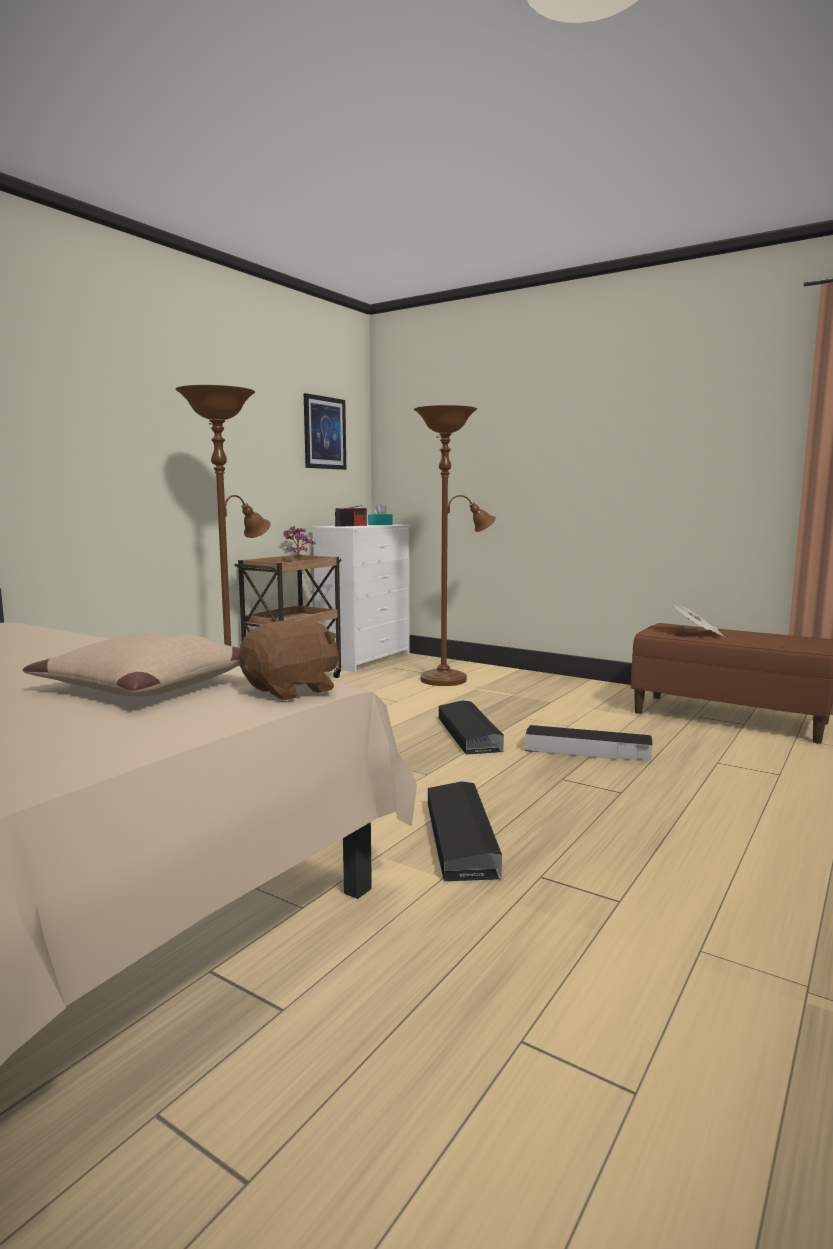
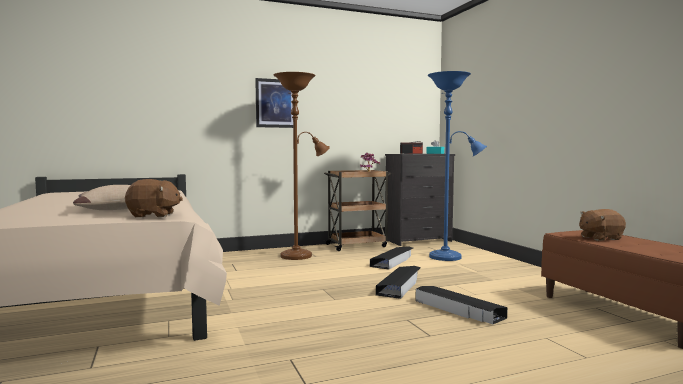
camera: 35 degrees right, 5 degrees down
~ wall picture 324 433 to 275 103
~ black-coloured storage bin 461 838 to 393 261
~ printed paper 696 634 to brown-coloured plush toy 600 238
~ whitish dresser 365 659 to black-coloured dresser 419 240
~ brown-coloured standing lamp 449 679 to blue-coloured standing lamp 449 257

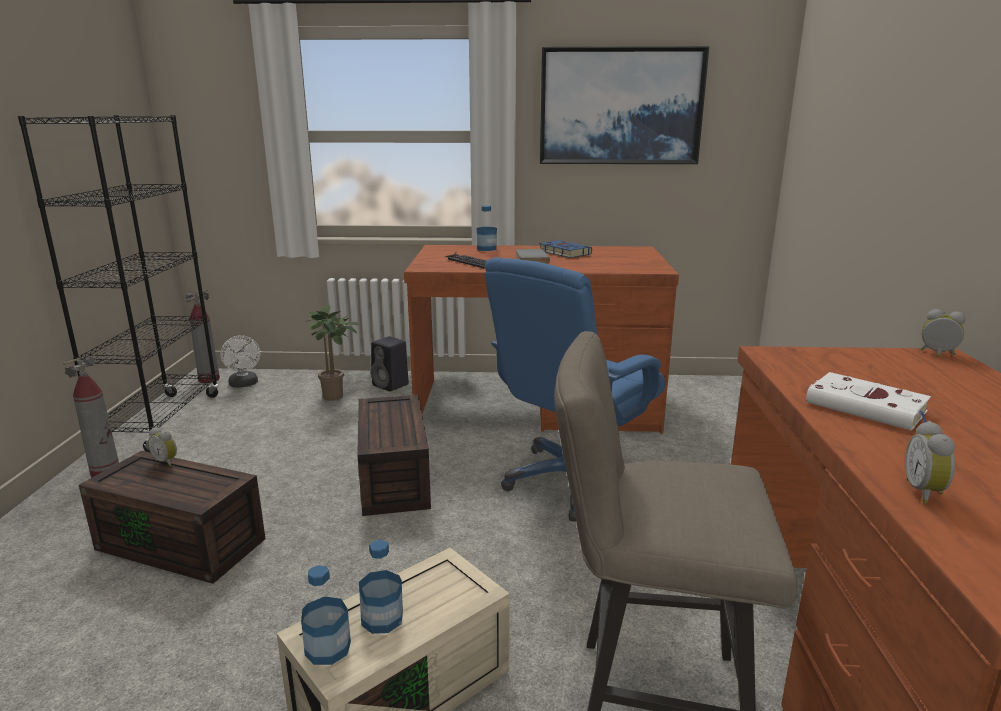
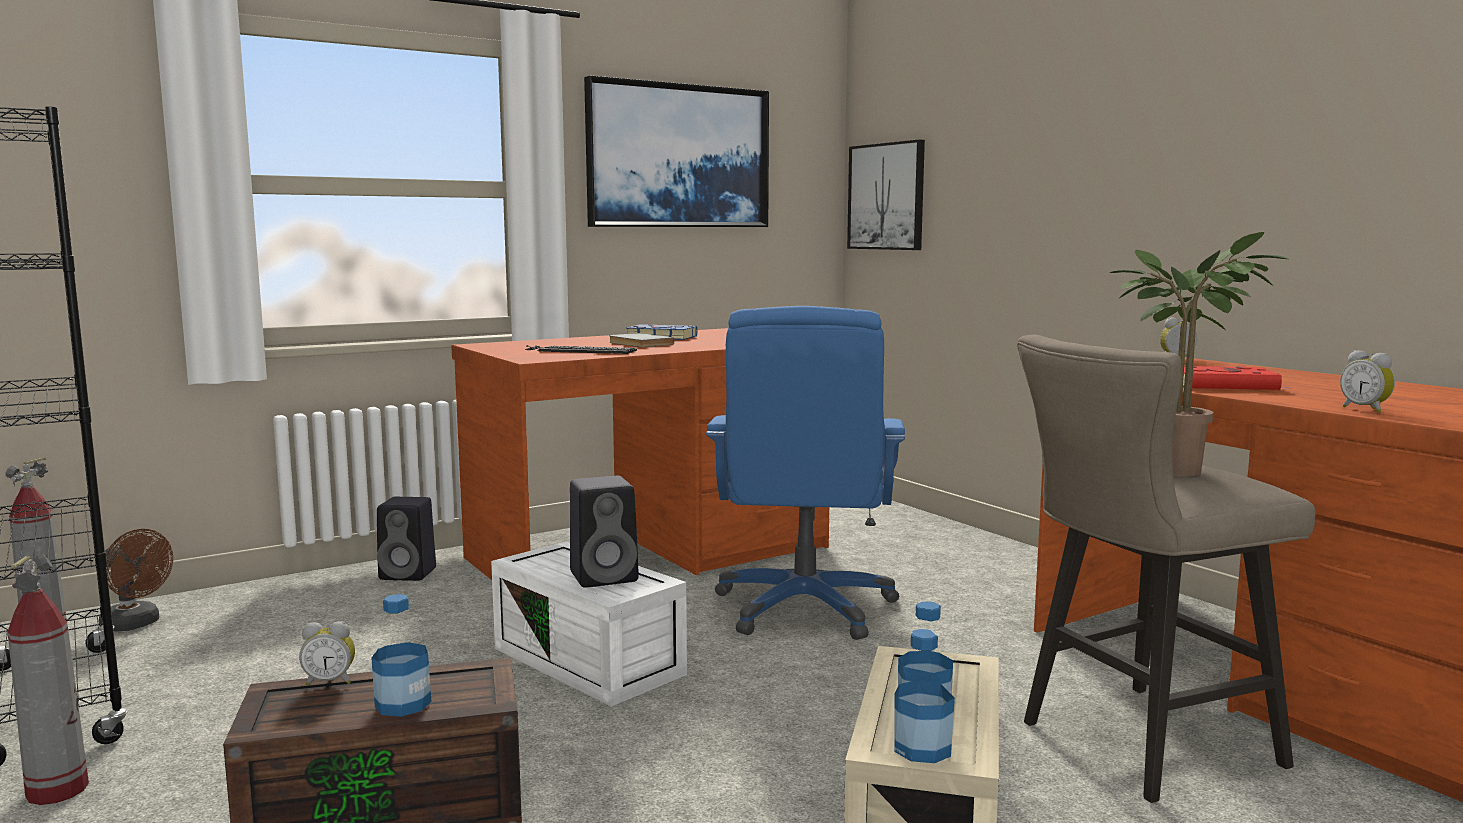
camera: 35 degrees left, 10 degrees down
+ black-coloured speaker 606 576
+ wall picture 887 196
~ plant in a pot 336 397 to 1183 470
~ bottle 486 249 to 403 704
~ whitish cooling fan 244 384 to brown-coloured cooling fan 136 624
~ brown-coloured storage bin 396 479 to whitish storage bin 592 661
~ whitish volume 869 408 to reddish volume 1226 385

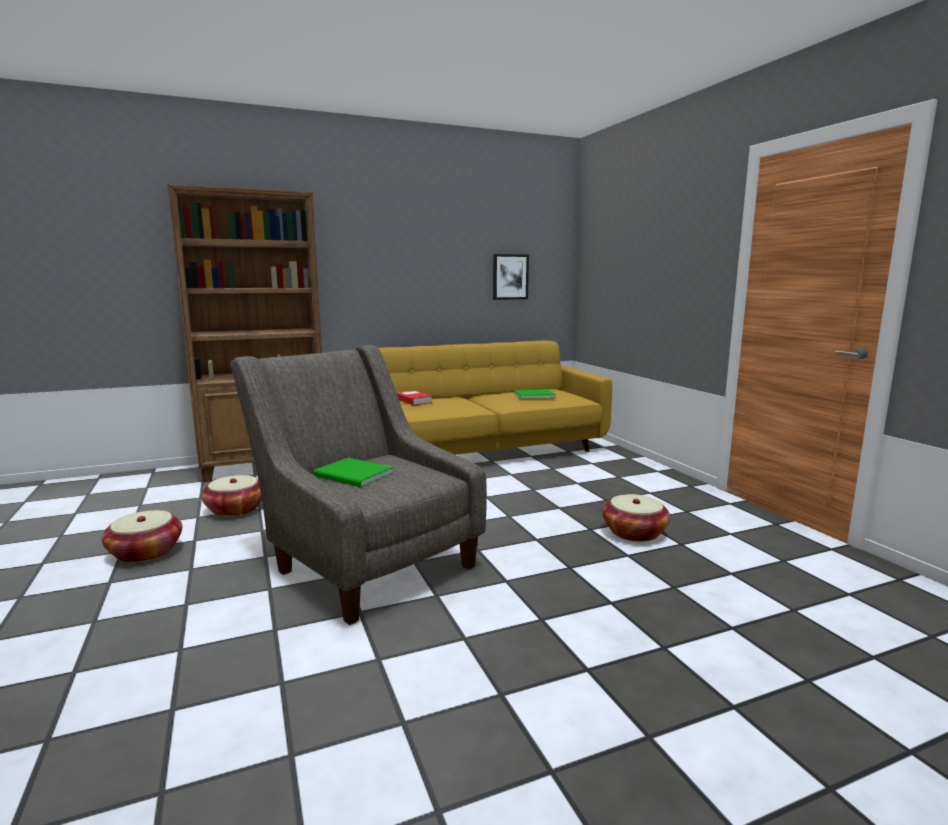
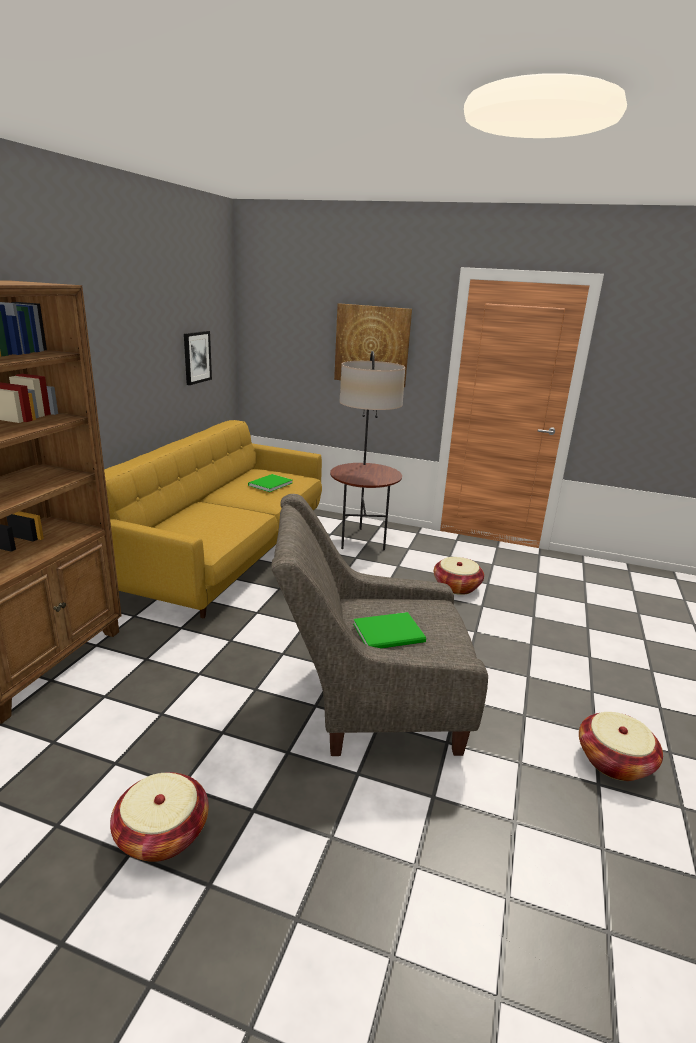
camera: 50 degrees left, 10 degrees up
- volume 414 401
+ standing lamp 362 540
+ wall picture 372 345
~ storage basket 235 509 to 614 761

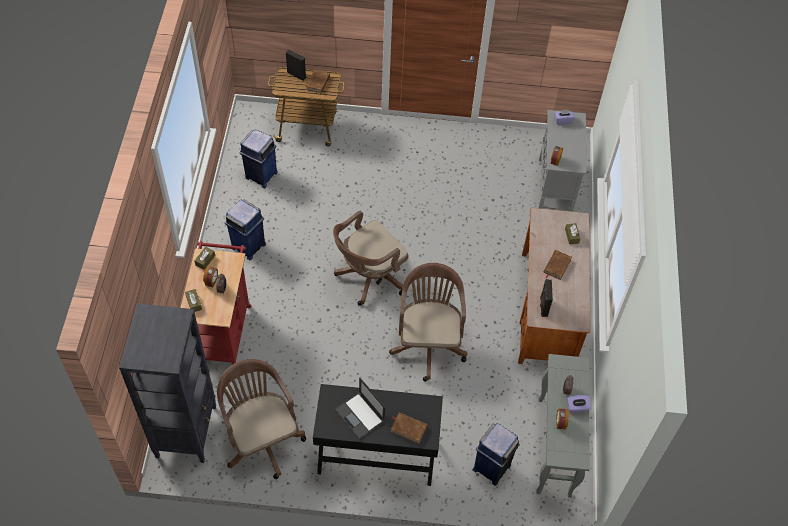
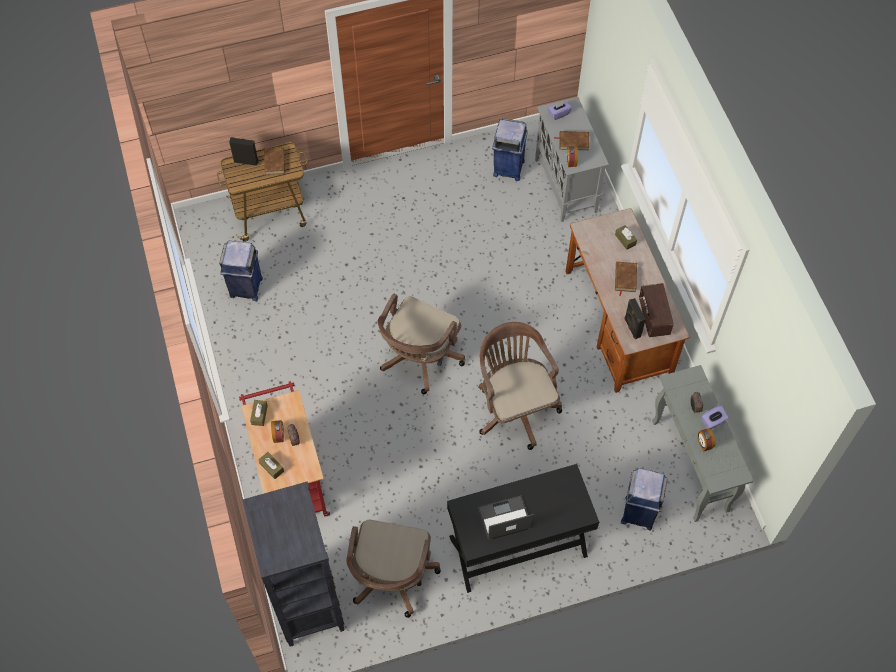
camera: 20 degrees left, 5 degrees up
+ radio set 654 317
~ blue-coloured rubbish bin 248 246 to 508 168
~ brown-coloured volume 408 428 to 573 141
~ brown-coloured office chair 261 438 = 391 579 120 degrees counterclockwise
~ notebook computer 360 416 = 504 518 135 degrees clockwise

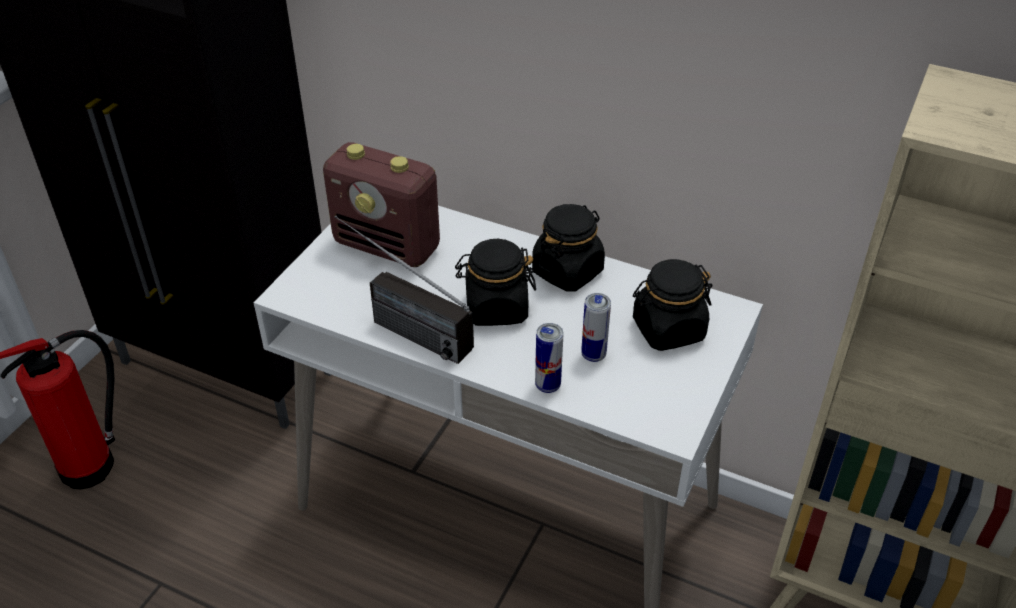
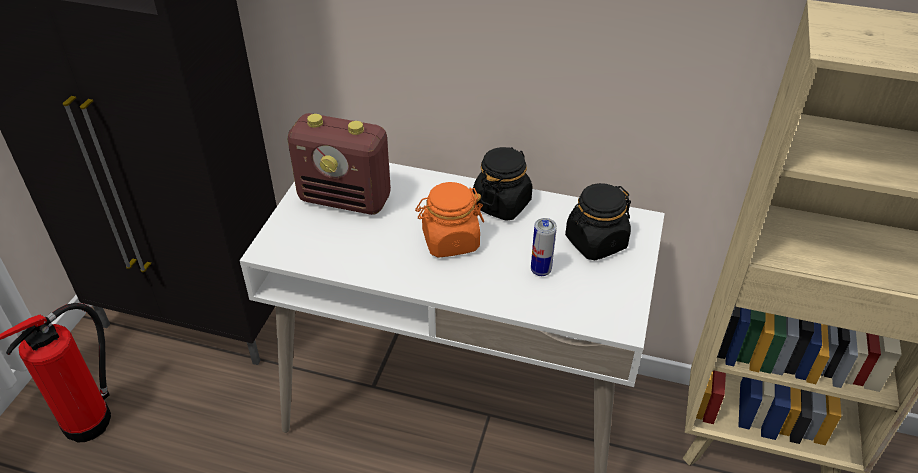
camera: 10 degrees left, 0 degrees up
- radio set 398 326
- sealed can 547 385
~ black-coloured preserve jar 496 308 to orange preserve jar 450 241

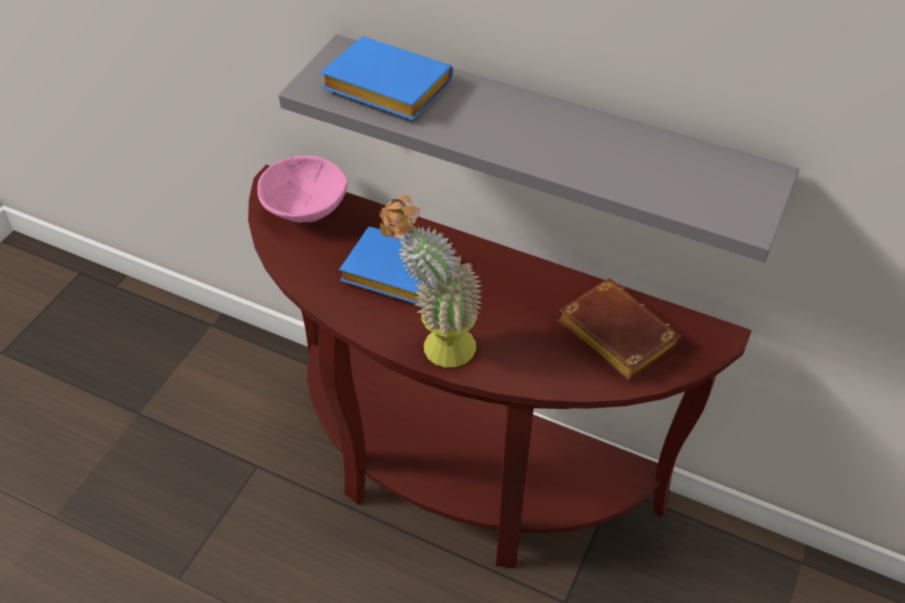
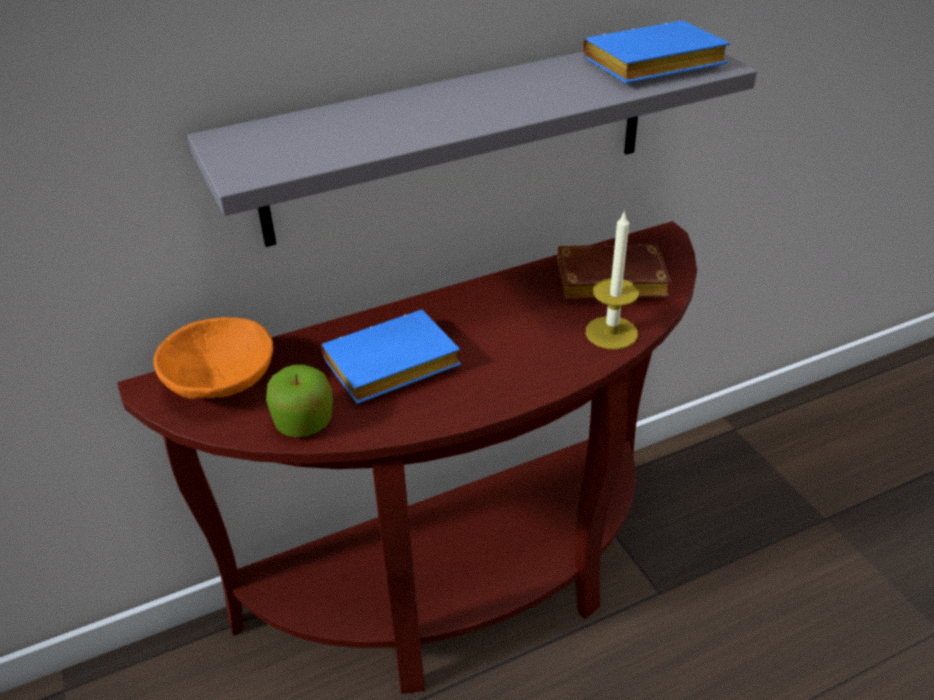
camera: 50 degrees left, 10 degrees down
- plant in a pot 435 345
+ apple 304 422
+ candle 611 333
~ blue-coloured volume 383 88 to 652 66
~ pinkish serving bowl 304 209 to orange serving bowl 222 385

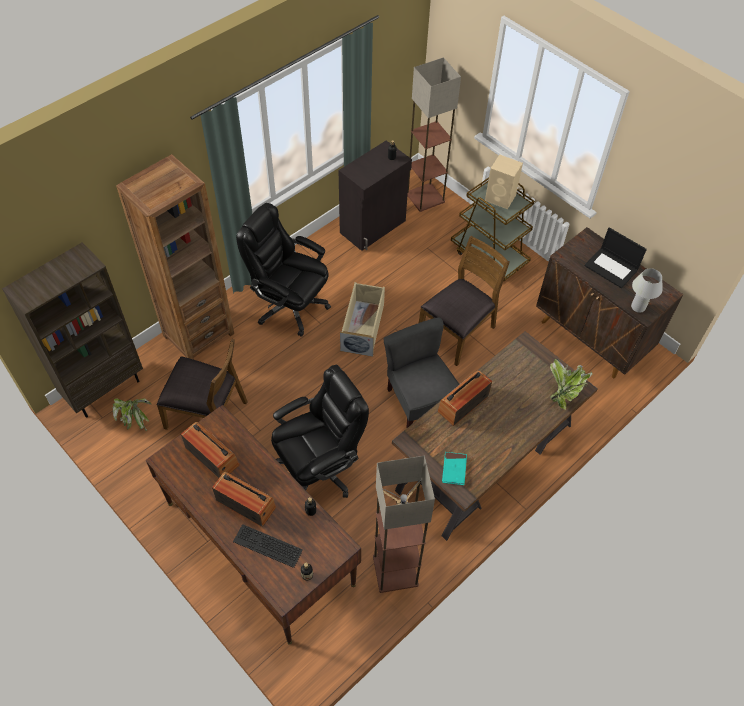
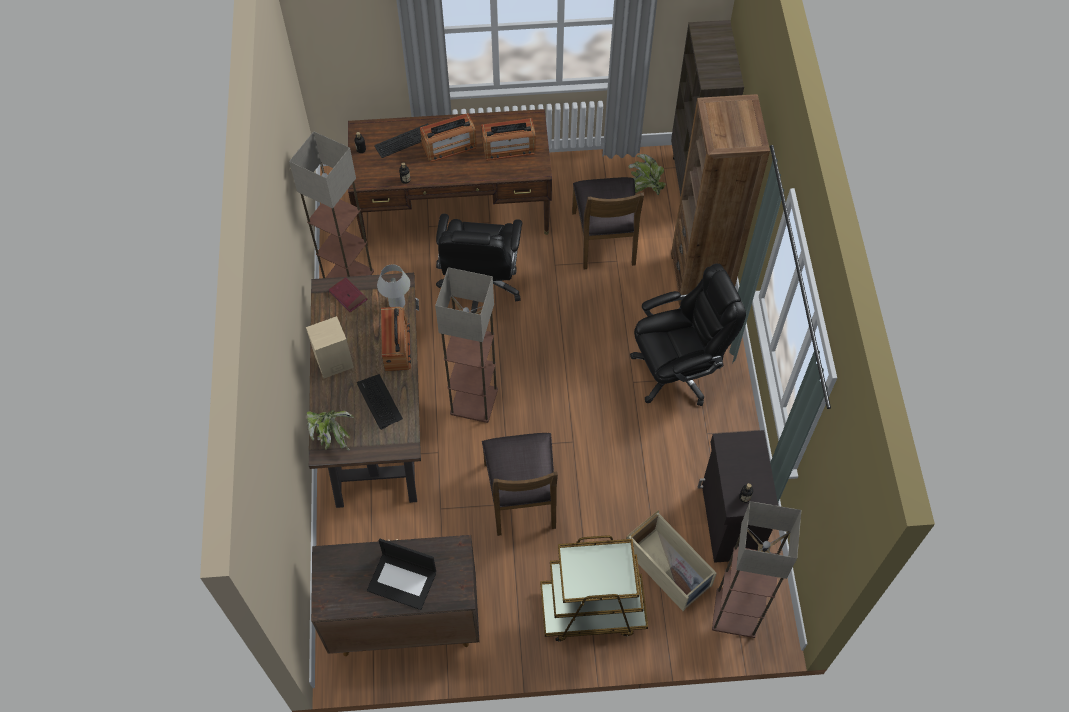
camera: 130 degrees right, 5 degrees up
+ computer keyboard 379 401
~ beige-coloured storage bin 363 327 to 668 568
~ beige-coloured speaker 501 198 to 333 362
~ whitish lamp for a table 638 307 to 397 303
~ gray chair 419 402 to standing lamp 474 402
~ blue-green volume 454 469 to reddish volume 348 296
~ brown-coloured chair 207 413 = 605 238 60 degrees counterclockwise
~ notebook computer 612 268 = 403 581 150 degrees counterclockwise

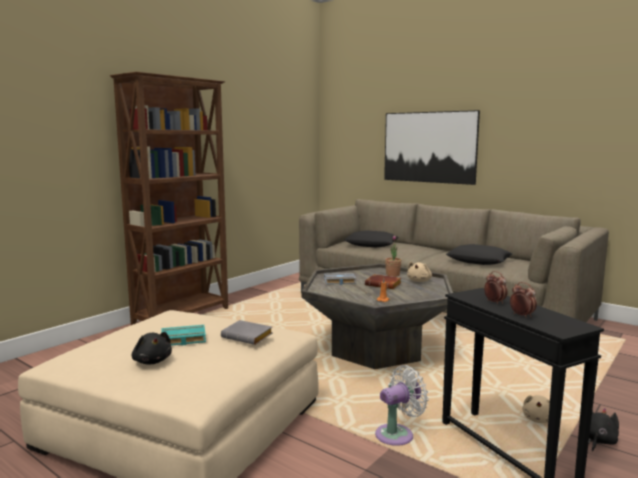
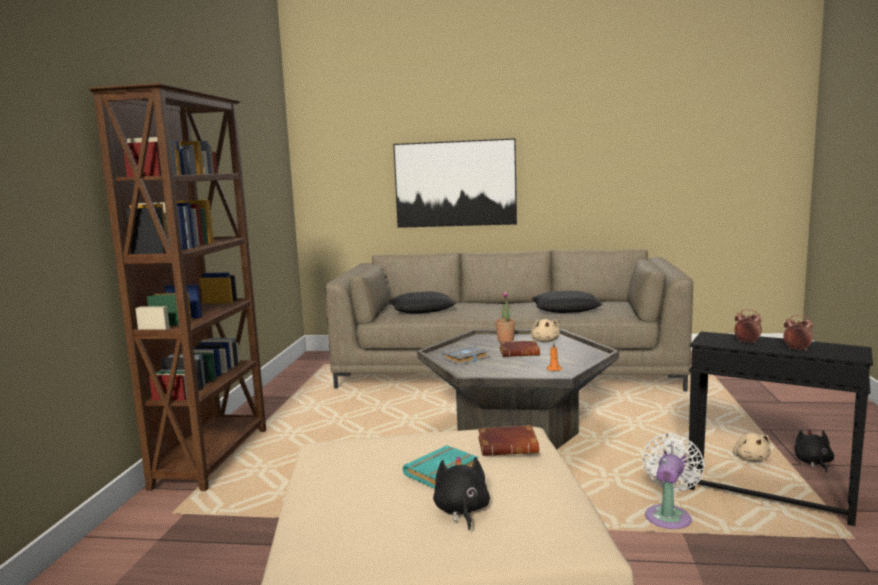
camera: 30 degrees left, 0 degrees up
~ gray volume 249 336 to brown-coloured volume 509 446
~ black-coloured plush toy 152 361 = 461 511 120 degrees counterclockwise

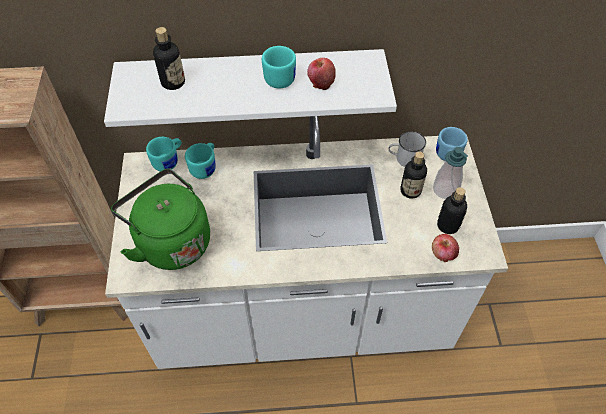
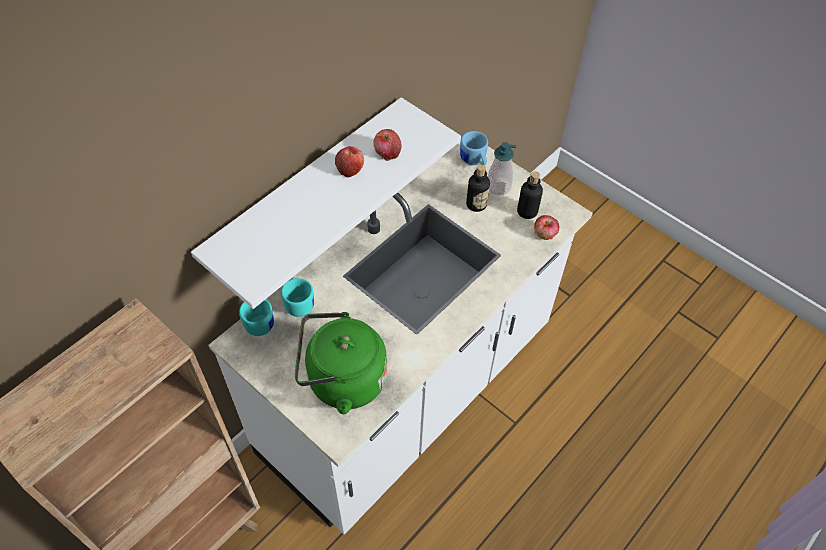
camera: 45 degrees left, 0 degrees up
- bottle 173 82
- whitish coffee mug 404 158
~ blue-green coffee mug 279 76 to apple 350 169

